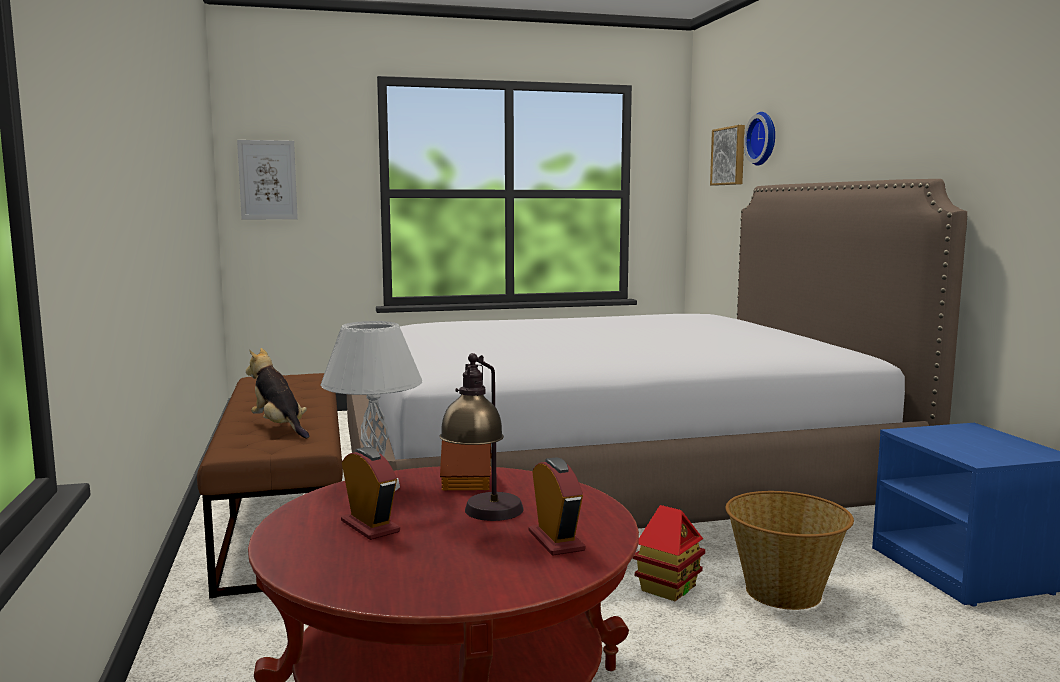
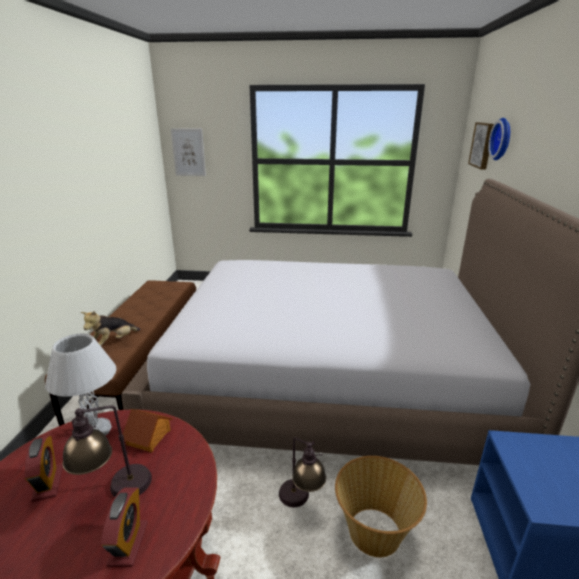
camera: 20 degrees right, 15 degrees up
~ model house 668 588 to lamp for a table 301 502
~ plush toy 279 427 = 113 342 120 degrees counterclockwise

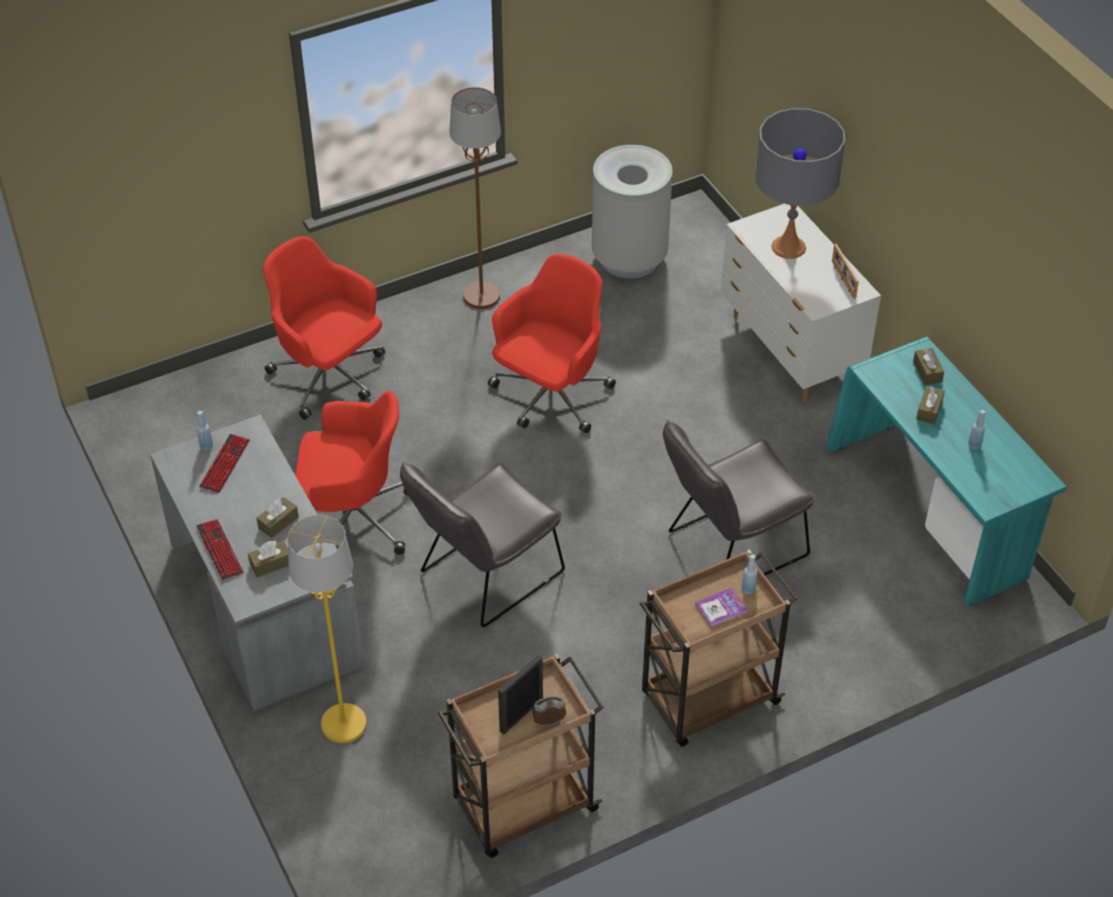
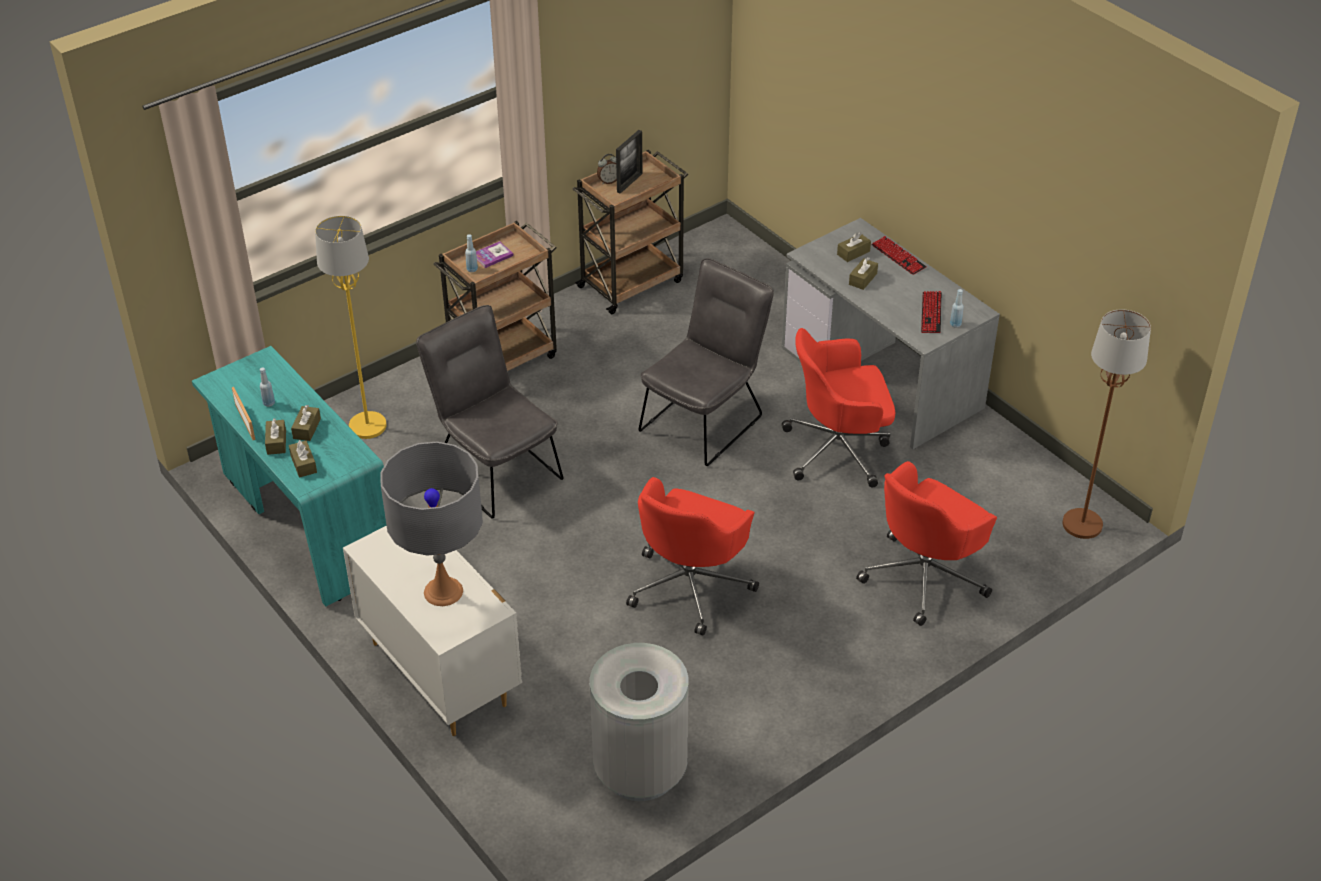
camera: 170 degrees right, 5 degrees down
+ brown-coloured box of tissues 276 442
~ yellow standing lamp 344 724 to 367 426
~ brown-coloured standing lamp 481 295 to 1082 525
~ photo frame 842 279 to 246 422
~ reddish office chair 329 376 = 925 576 105 degrees clockwise
~ gray chair 729 547 = 494 468 90 degrees counterclockwise

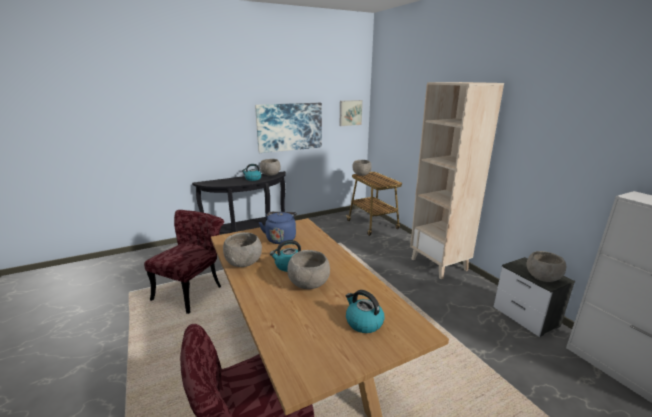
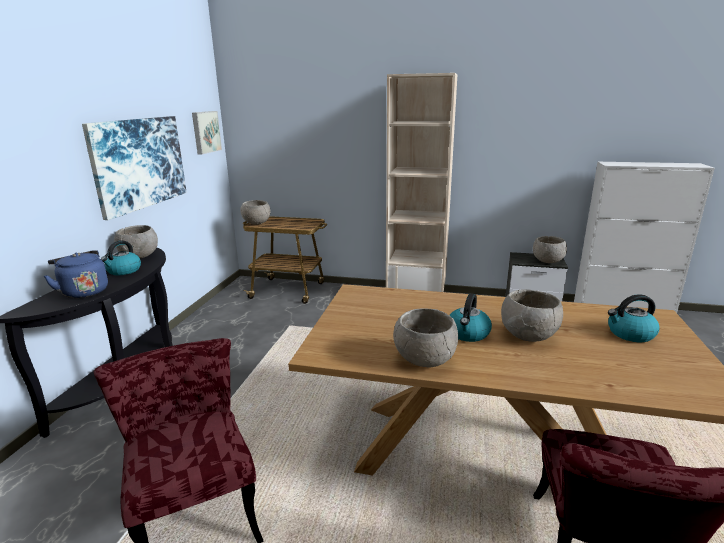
camera: 50 degrees left, 0 degrees up
~ blue-coloured water kettle 281 238 to 84 291

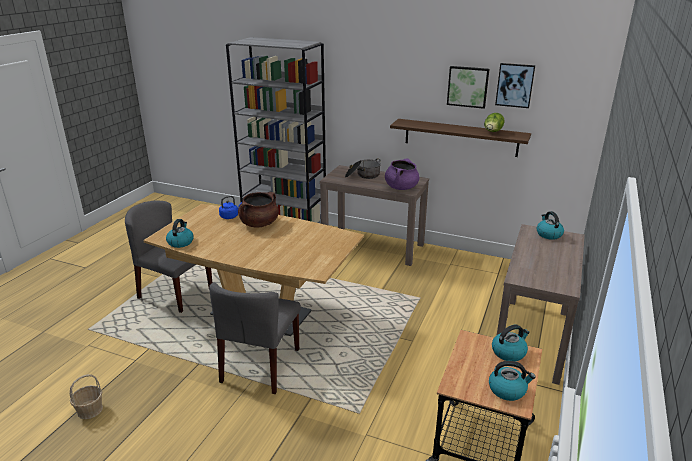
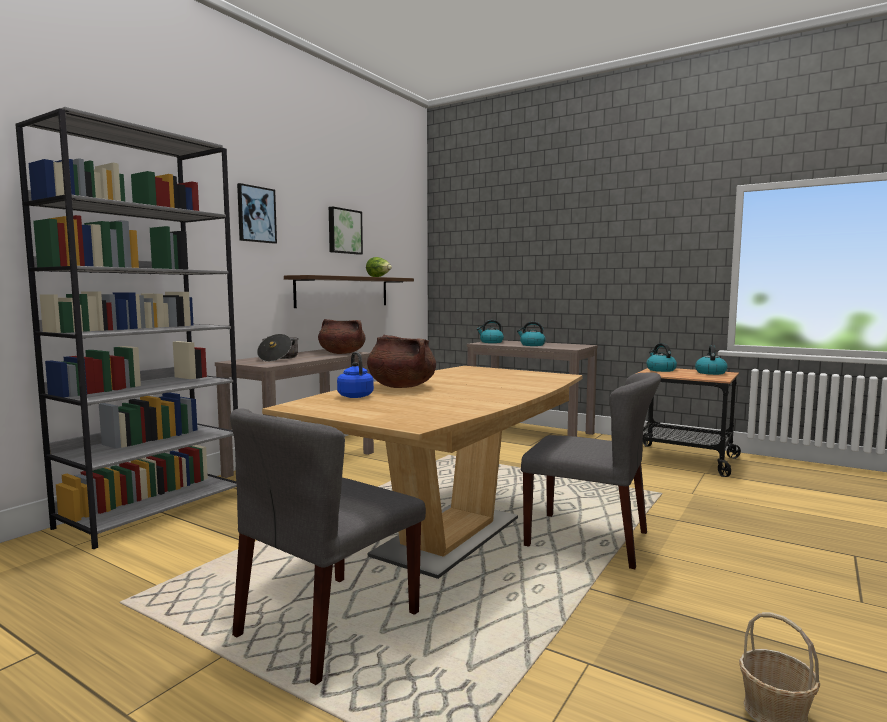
camera: 80 degrees left, 20 degrees down
~ water kettle 180 242 to 532 345
~ wall picture 515 85 to 256 214
~ purple-coloured stockpot 401 187 to brown-coloured stockpot 341 353

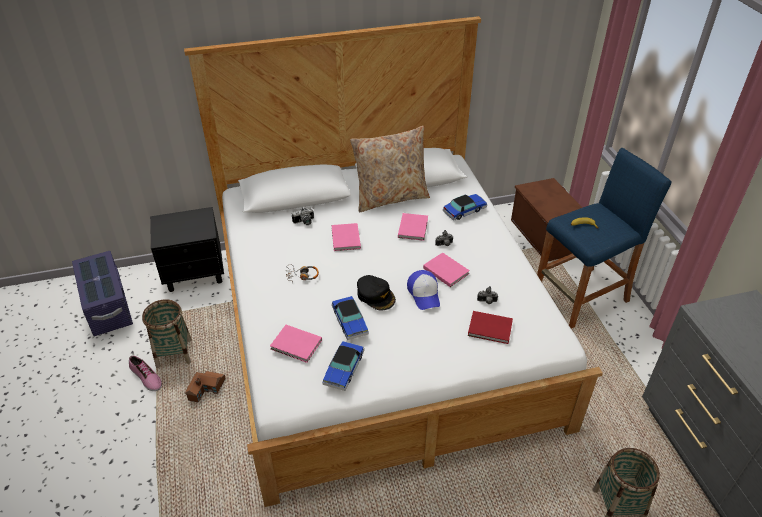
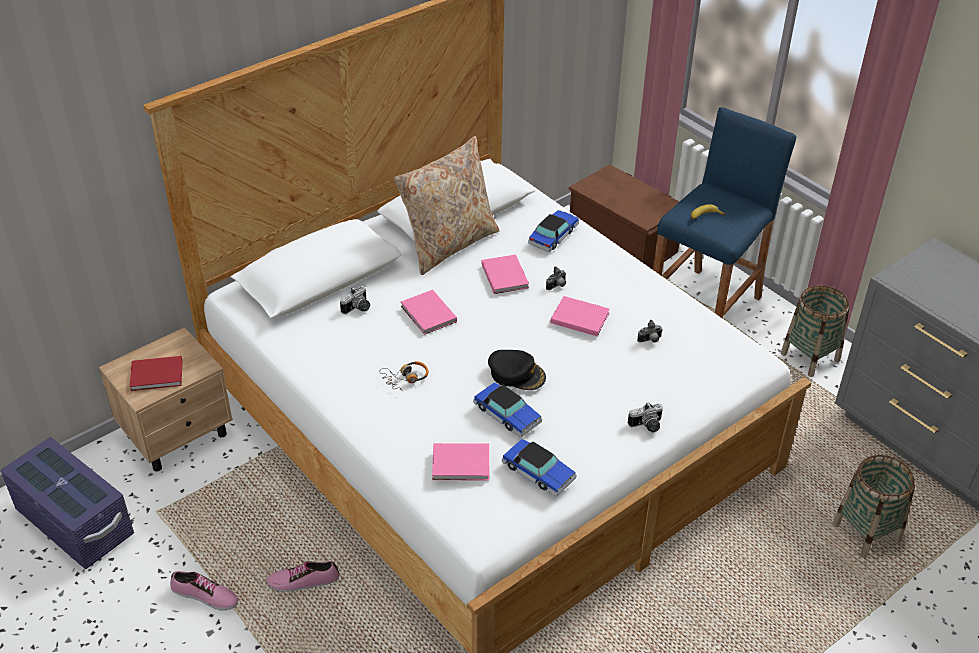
camera: 25 degrees left, 0 degrees up
- baseball cap 424 294
+ still camera 647 426
~ storage basket 174 353 to 810 356
~ reddish volume 491 329 to 158 375
~ model house 206 389 to shoe 303 580
~ black-coloured bedside table 195 273 to beige-coloured bedside table 178 434
~ toy car 343 369 = 538 472 45 degrees counterclockwise

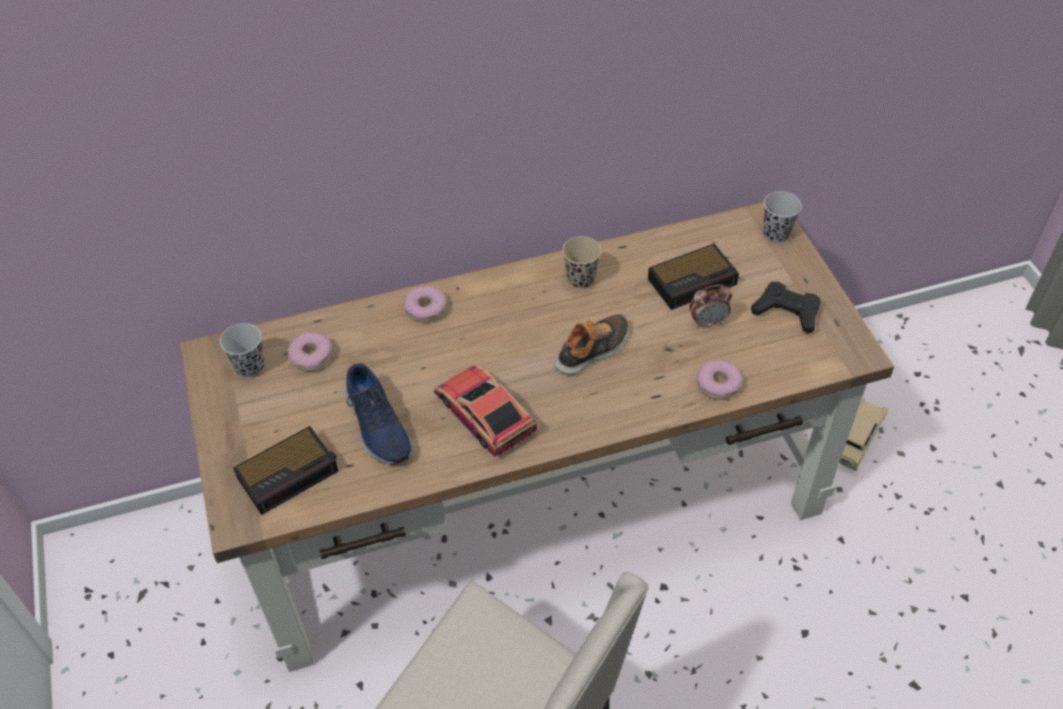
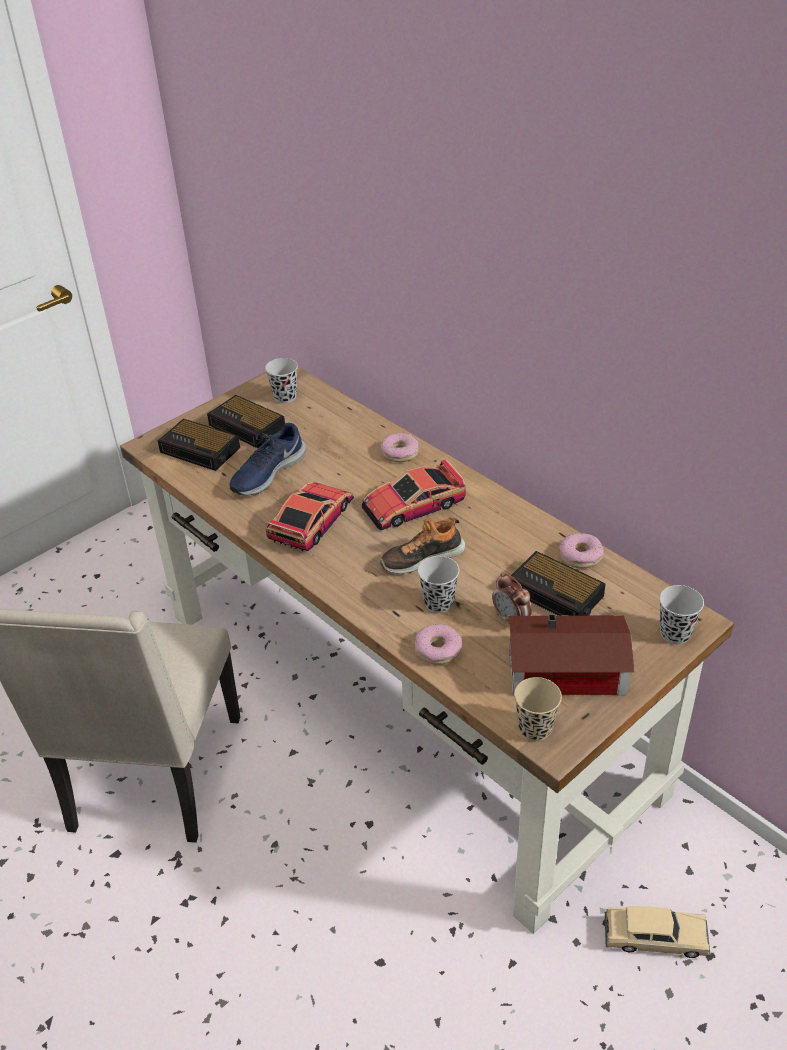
camera: 65 degrees right, 10 degrees down
+ bedside clock 248 427
+ toy car 413 505
+ black-coloured drinking cup 438 603
~ ring doughnut 311 356 to 580 556
~ beige-coloured drinking cup 580 279 to 535 728
~ black-coloured game controller 787 311 to model house 570 672
~ shoe 593 350 = 422 557 135 degrees clockwise

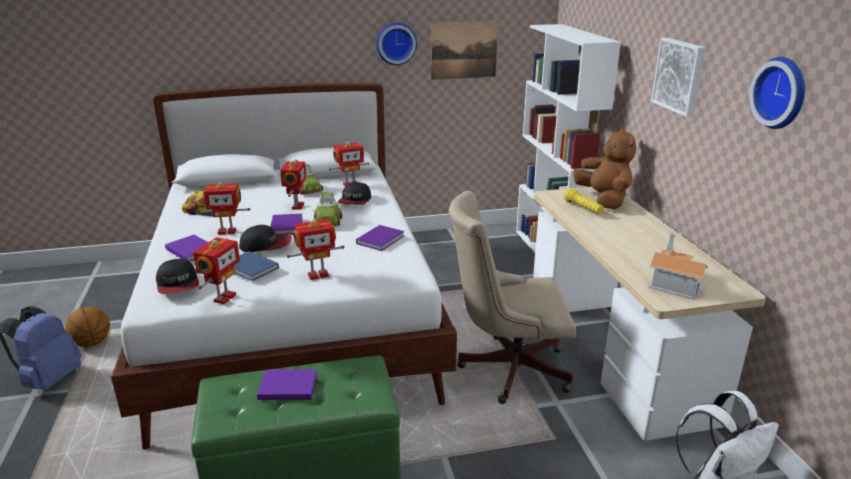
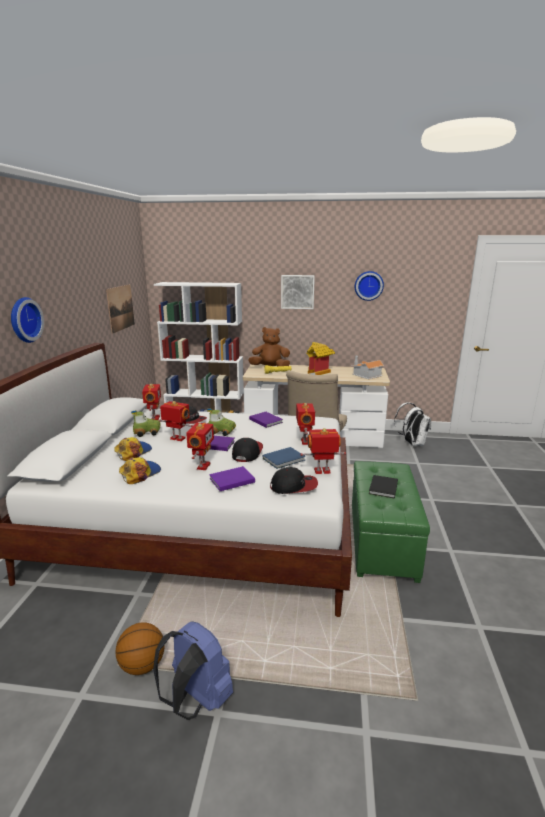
camera: 70 degrees left, 5 degrees down
+ baseball cap 133 452
+ model house 319 372
~ hanging clock 396 43 to 23 320
~ purple-coloured volume 286 386 to black-coloured volume 382 488
~ robot figure 223 298 = 322 472 45 degrees counterclockwise

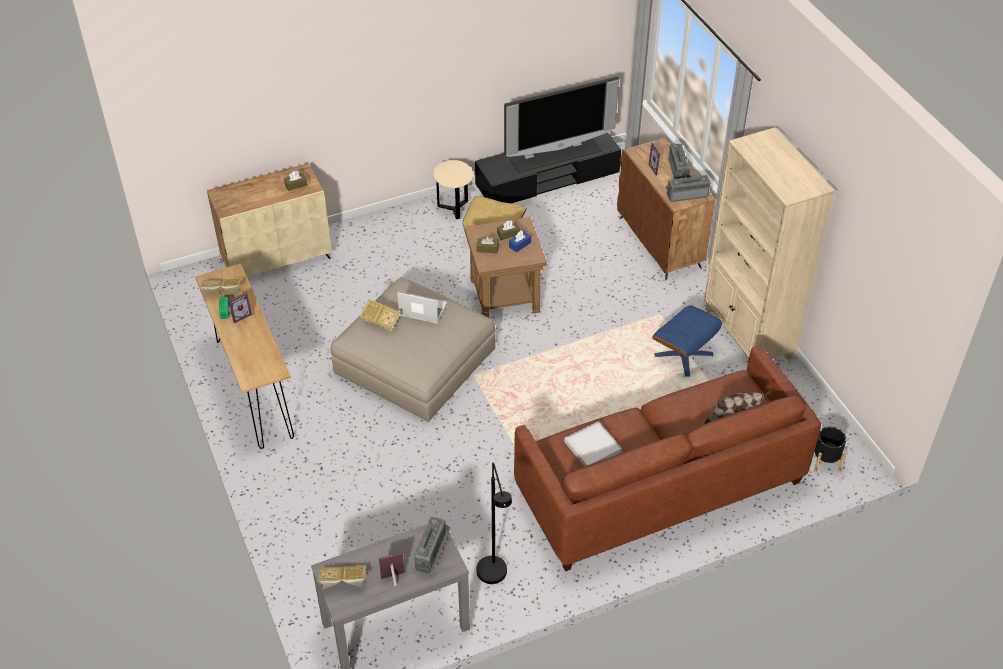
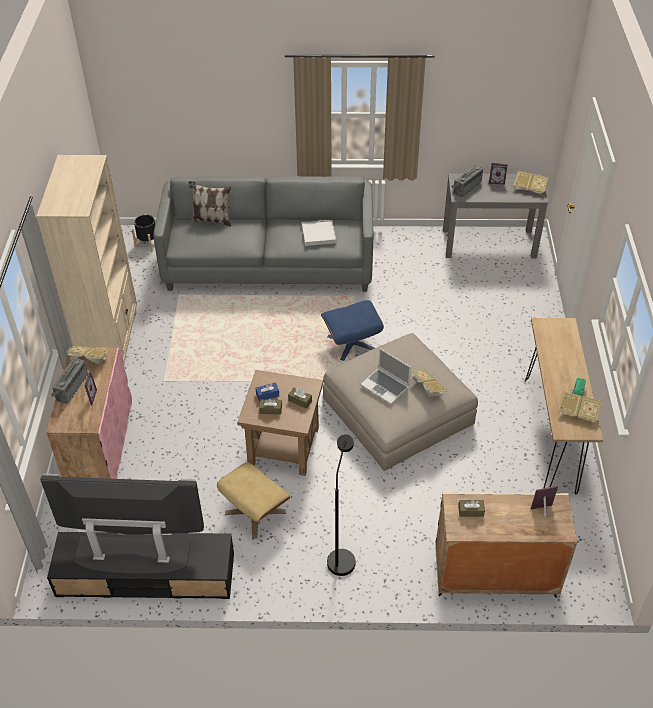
camera: 155 degrees left, 0 degrees up
- beige-coloured accent table 454 209
~ photo frame 240 315 to 543 511
~ black-coloured standing lamp 494 578 to 341 556
~ blue-coloured ottoman 684 355 to 351 343
~ radio set 686 194 to volume 89 360
~ brown-coloured sofa 659 486 to gray sofa 269 264
~ brown-coloured cupboard 660 242 to pinkish cupboard 101 449

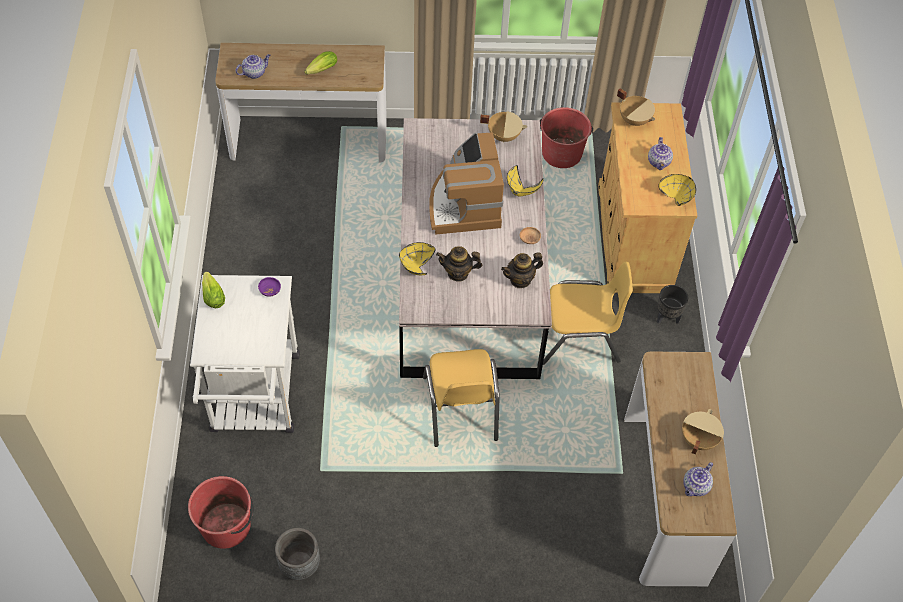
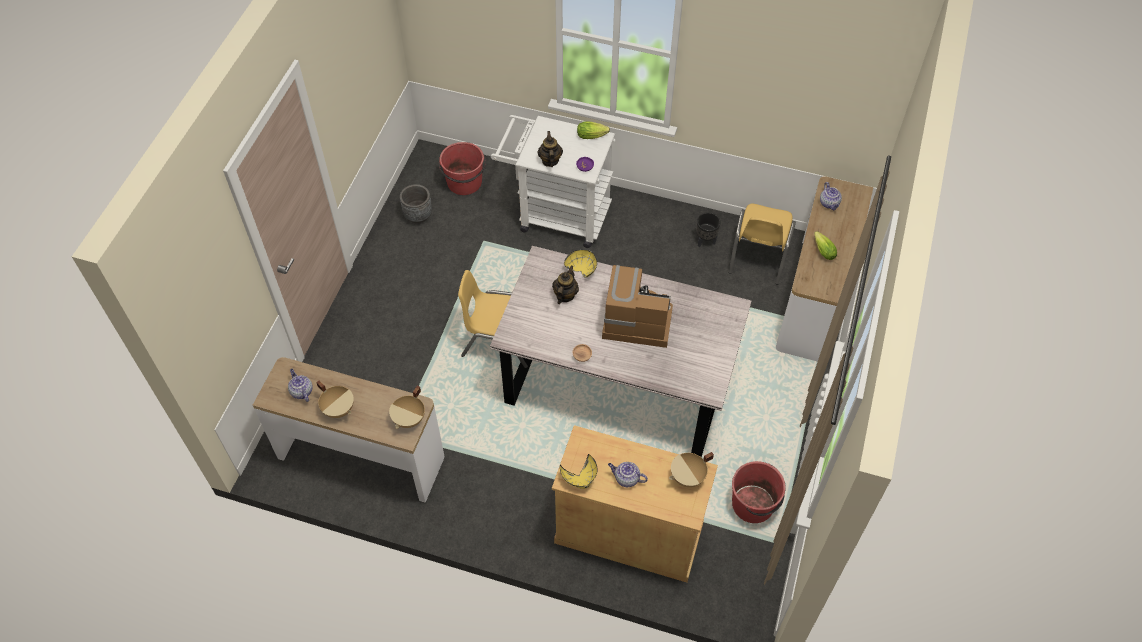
camera: 110 degrees right, 0 degrees up
- yellow serving bowl 522 191
~ beige-coloured stockpot 503 135 to 409 419
~ teapot 520 279 to 550 160
~ yellow chair 579 337 to 758 255
~ black-coloured plant pot 667 318 to 705 241

